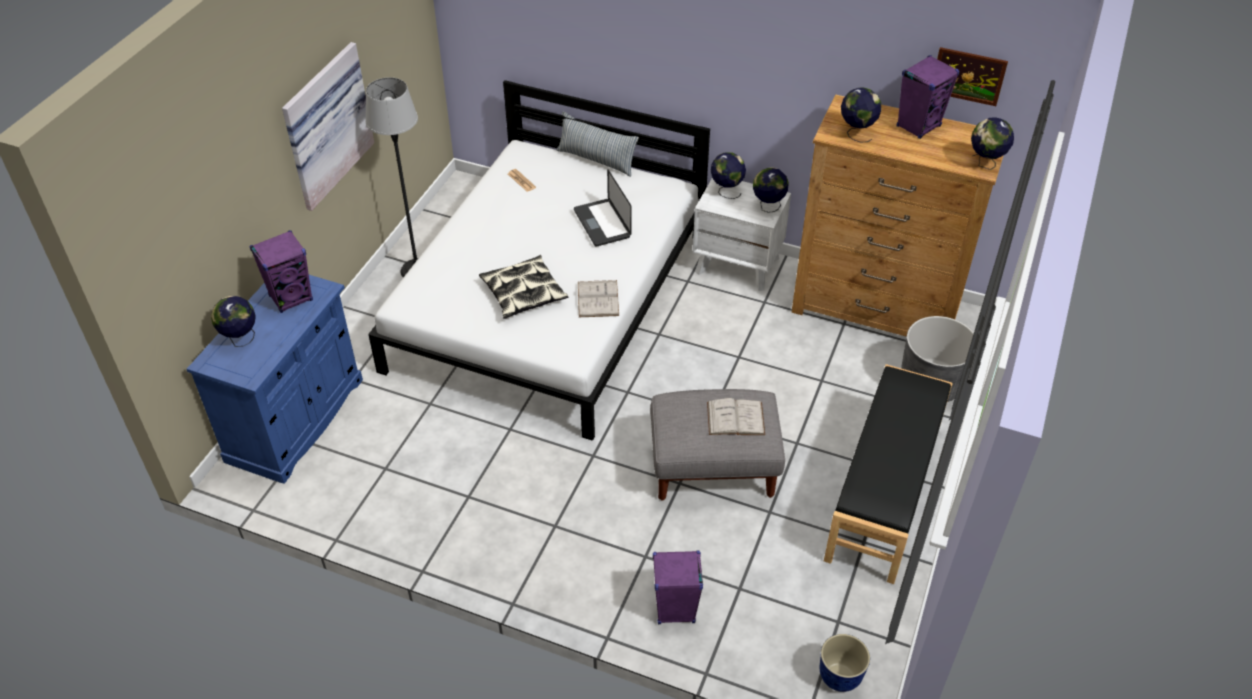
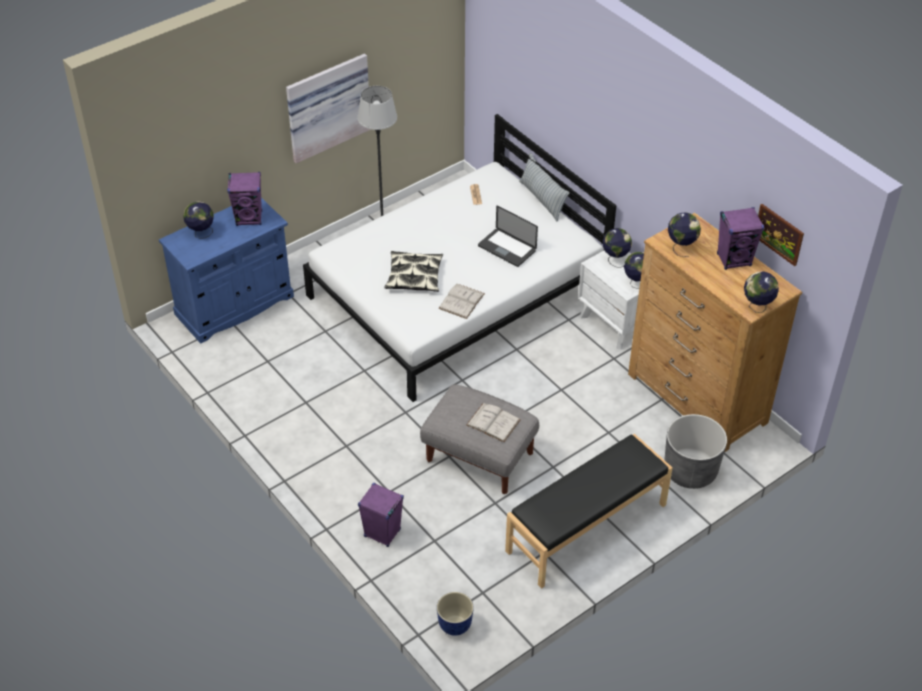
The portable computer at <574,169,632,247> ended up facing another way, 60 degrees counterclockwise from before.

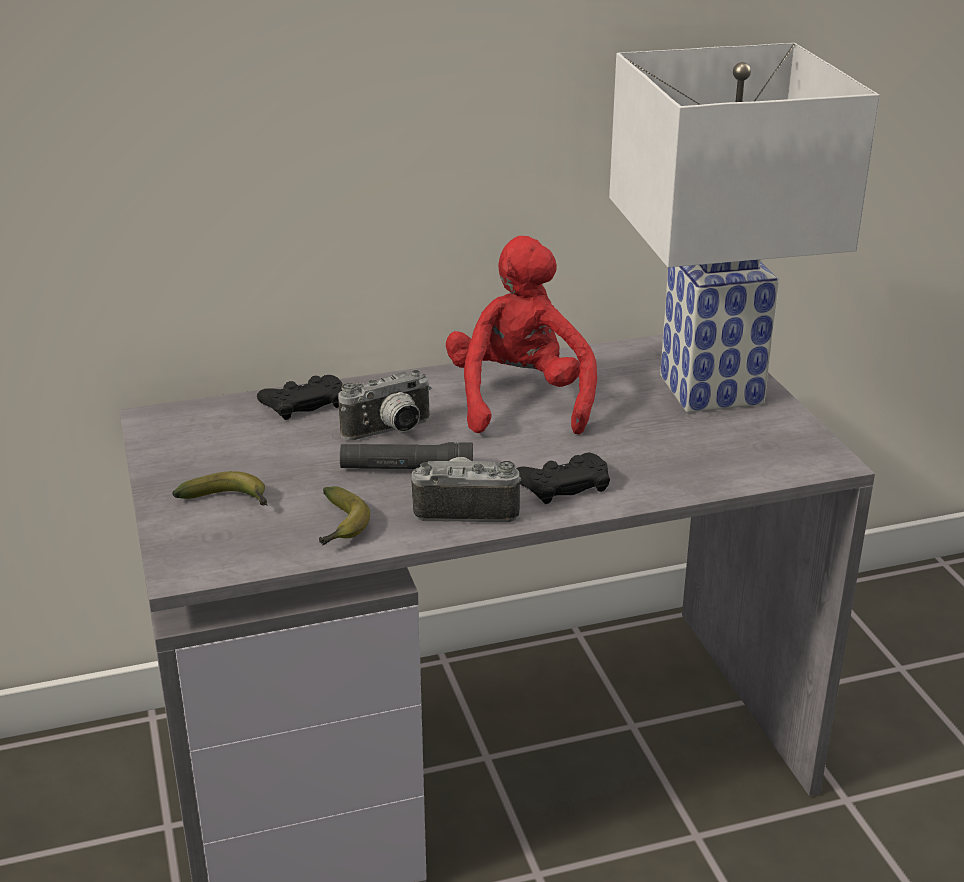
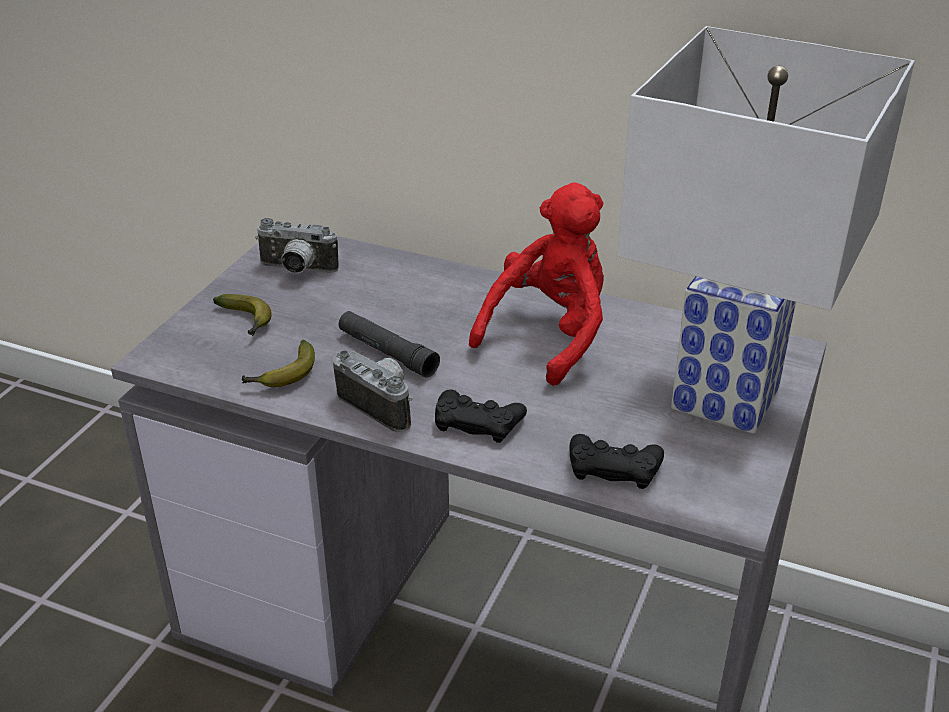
The game controller (blackish) ended up elsewhere, having gone from <257,375,342,420> to <569,434,664,489>. The photo camera ended up elsewhere, having gone from <338,370,432,440> to <255,218,339,273>.

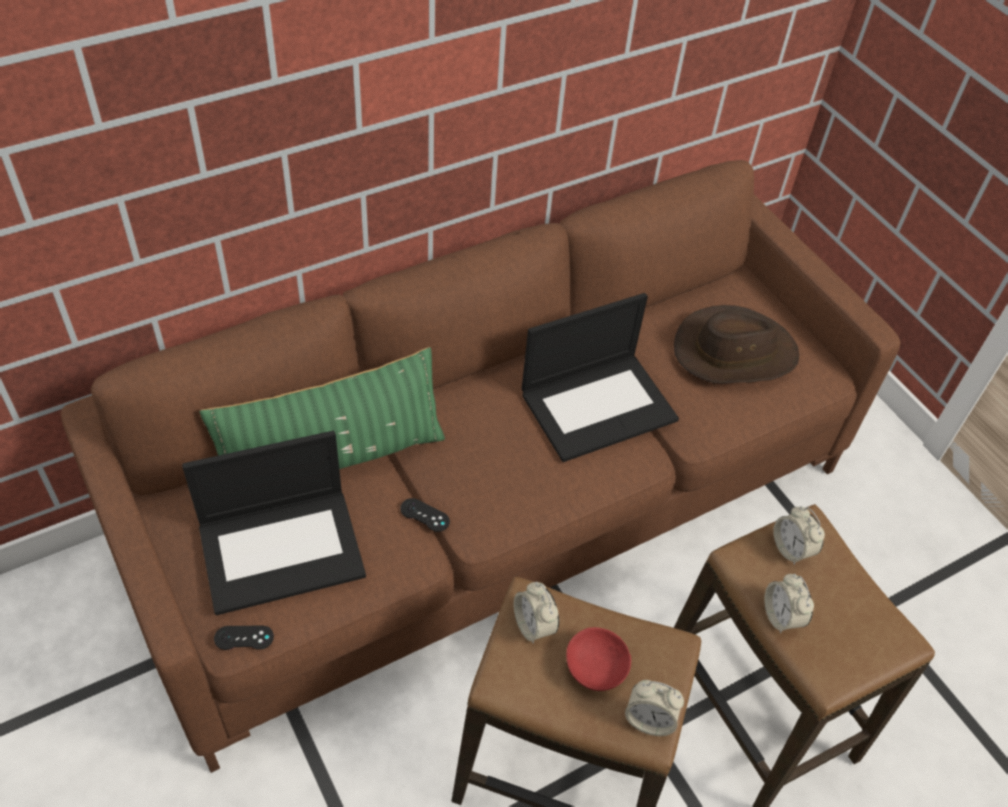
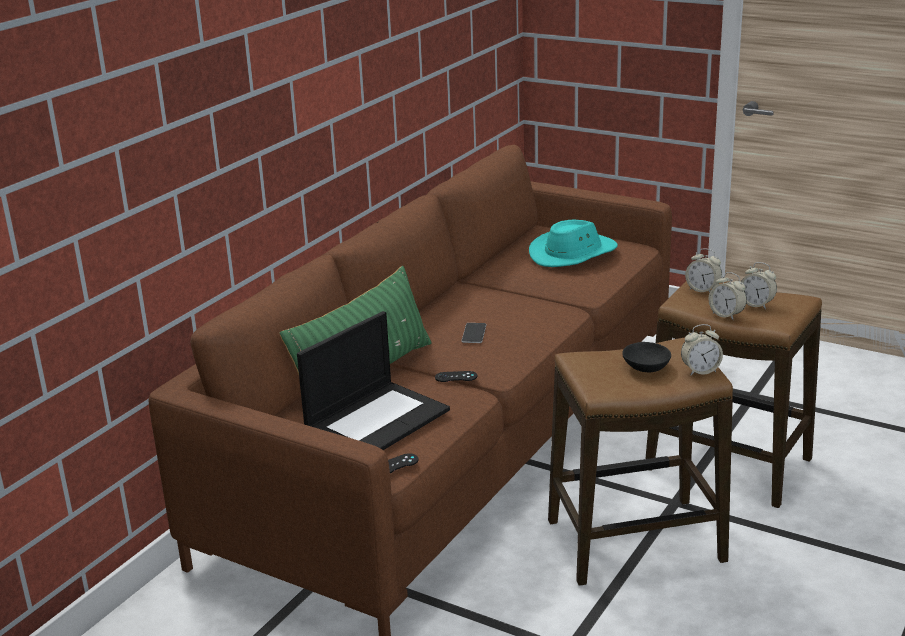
The alarm clock ended up elsewhere, having gone from <514,582,559,644> to <741,262,777,310>. The second view lost the portable computer at <522,293,679,462>. What was the deep dish (red-coloured) at <566,627,631,691> turned into the deep dish (blackish) at <622,342,671,372>. What was the clothing hat (brown) at <674,305,799,384> turned into the clothing hat (turquoise) at <529,220,618,267>. The second view gained the phone at <461,323,486,343>.

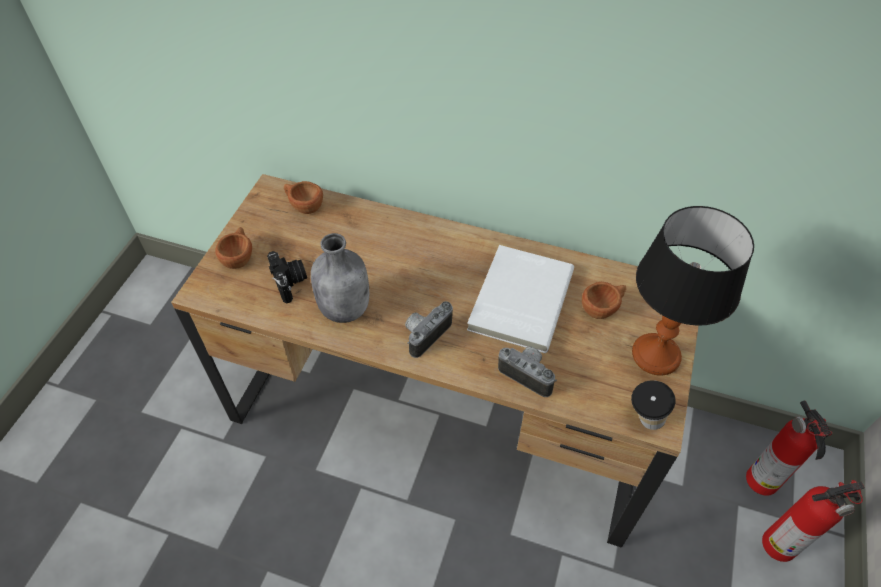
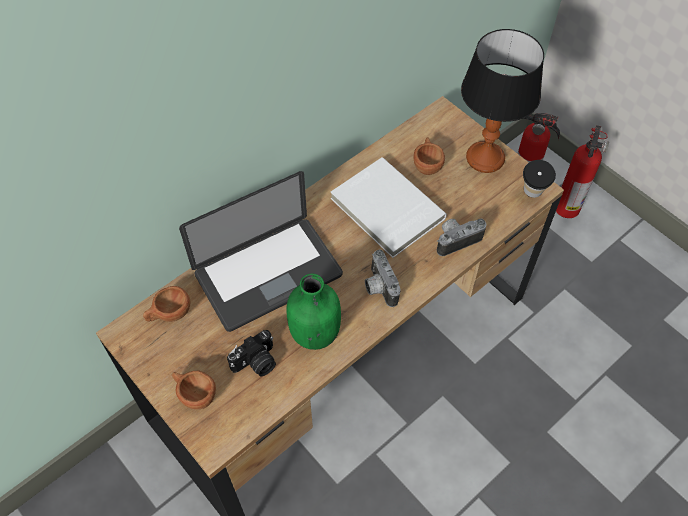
The photo camera at <267,251,307,304> ended up facing another way, 135 degrees clockwise from before. What was the bottle (grey) at <311,233,369,323> turned into the bottle (greenish) at <287,273,341,350>. The second view gained the portable computer at <179,171,343,332>.

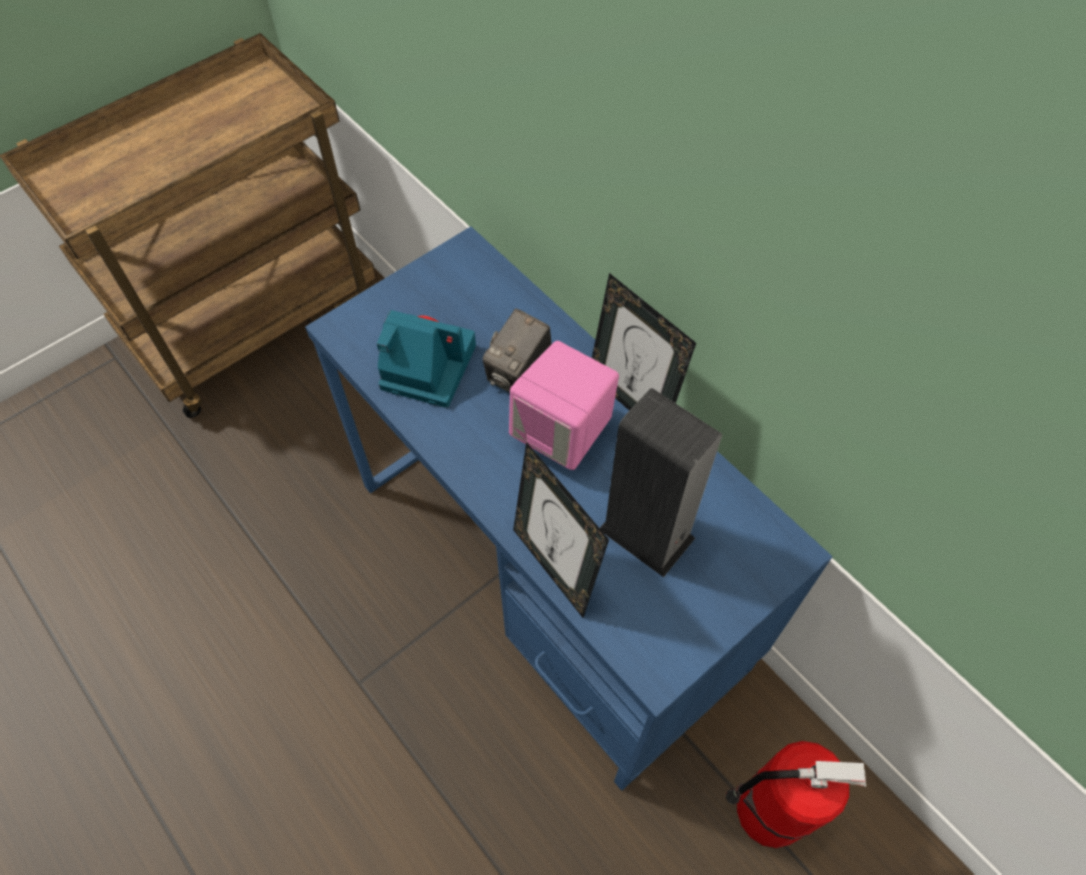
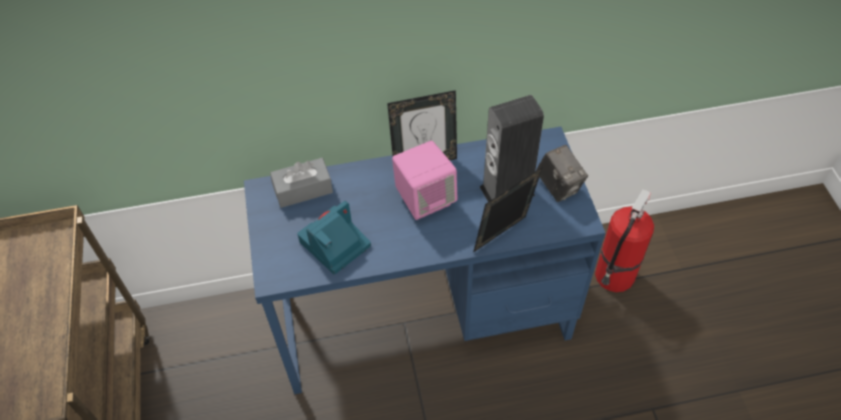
The photo camera ended up elsewhere, having gone from <482,308,552,393> to <536,145,588,202>. The picture frame at <513,442,609,618> ended up facing another way, 150 degrees clockwise from before. The second view gained the tissue holder (grey) at <270,158,333,208>.

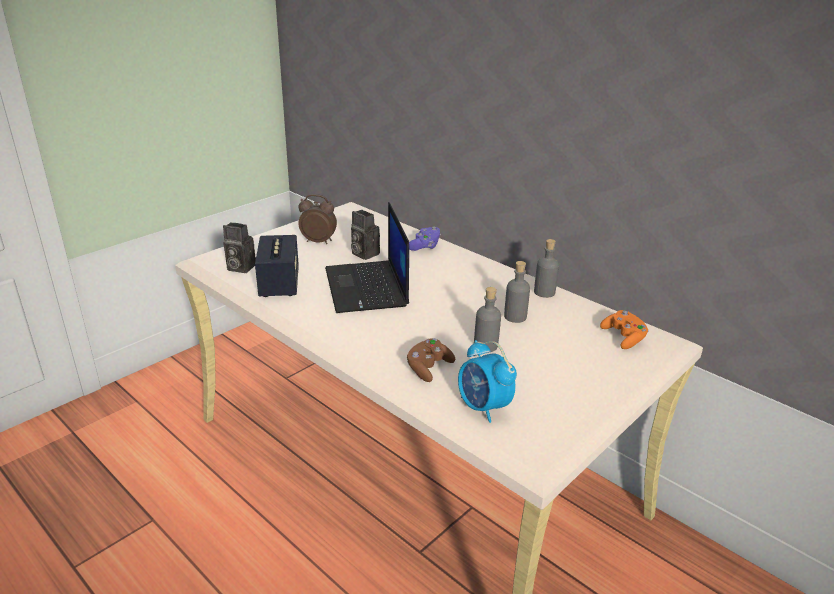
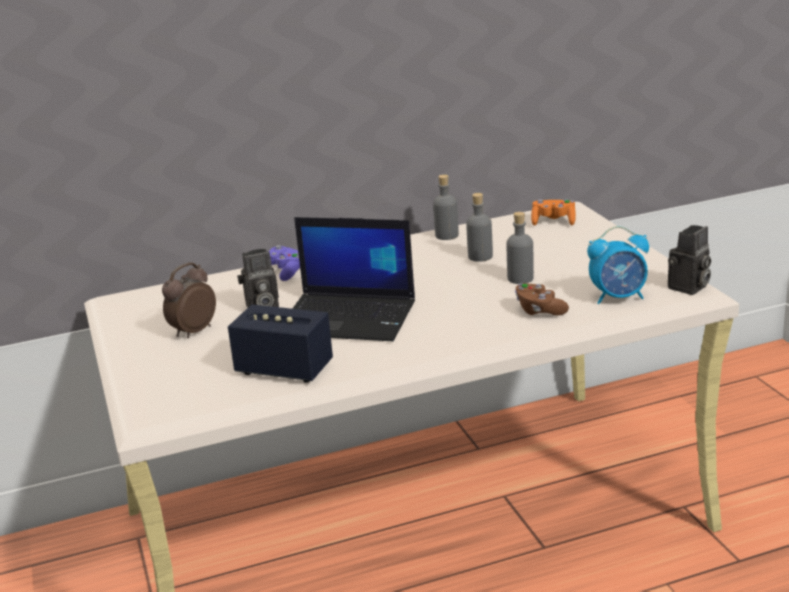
The photo camera ended up elsewhere, having gone from <223,222,256,273> to <668,225,711,295>.

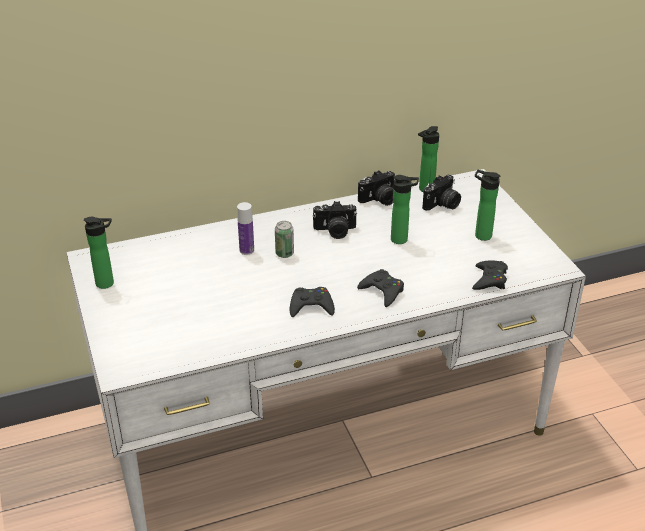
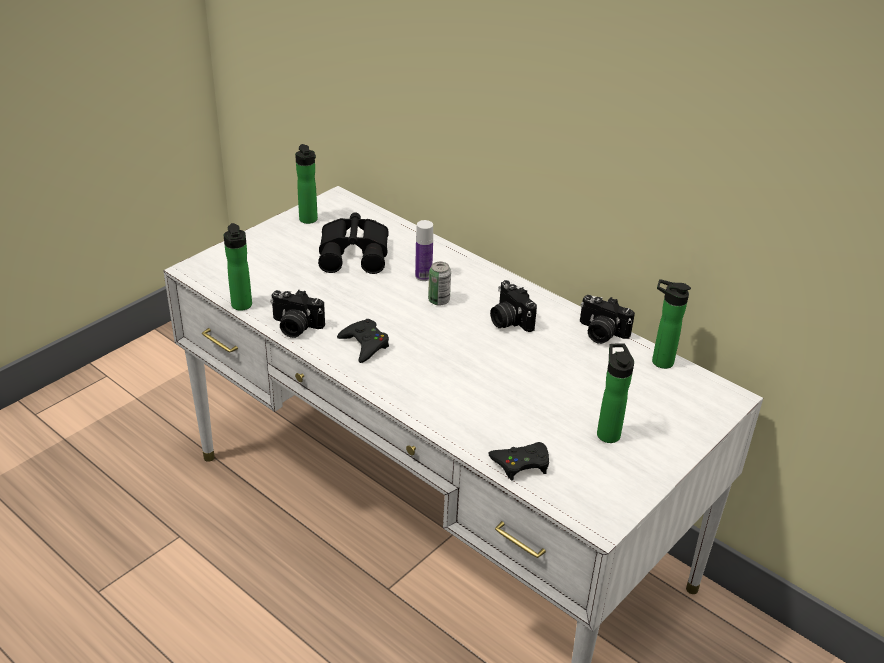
The second view lost the game controller (blackish) at <357,269,404,307>. The bottle ended up elsewhere, having gone from <391,175,419,244> to <223,223,252,311>. The photo camera ended up elsewhere, having gone from <422,175,461,211> to <270,290,325,338>. The second view gained the field glasses (blackish) at <318,213,389,274>.

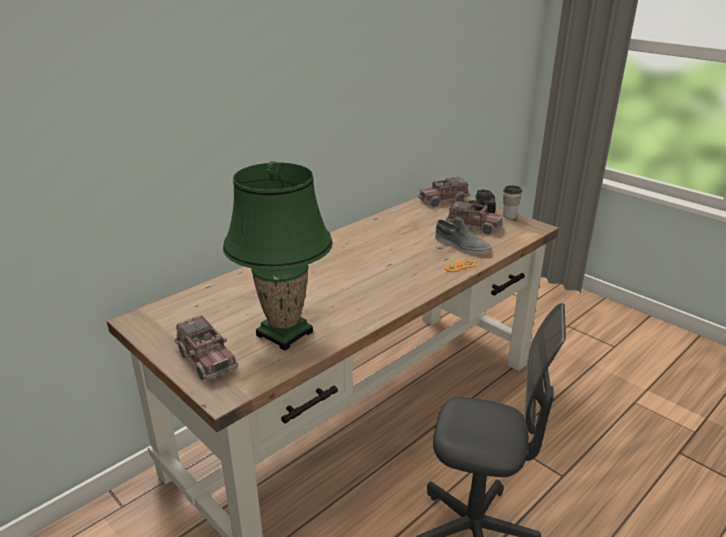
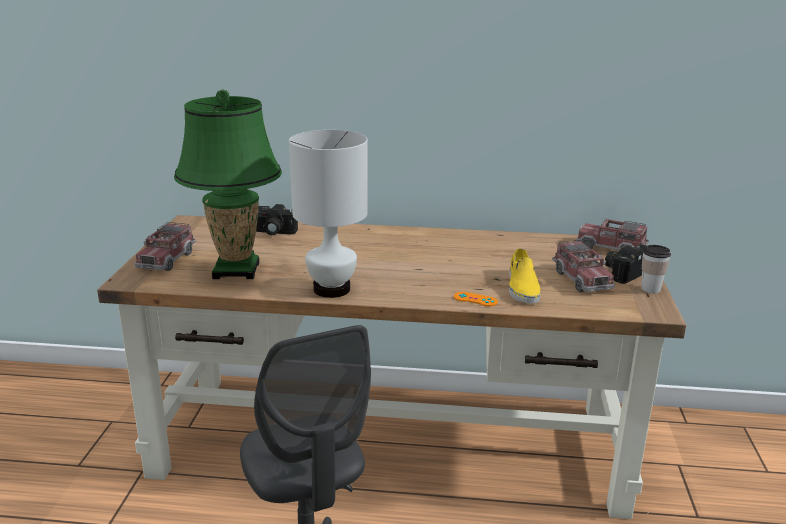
What was the item of footwear (grey) at <435,220,492,255> turned into the item of footwear (yellow) at <509,248,541,304>. The second view gained the photo camera at <256,204,298,235>. The second view gained the tabletop lamp (white) at <289,130,368,298>.

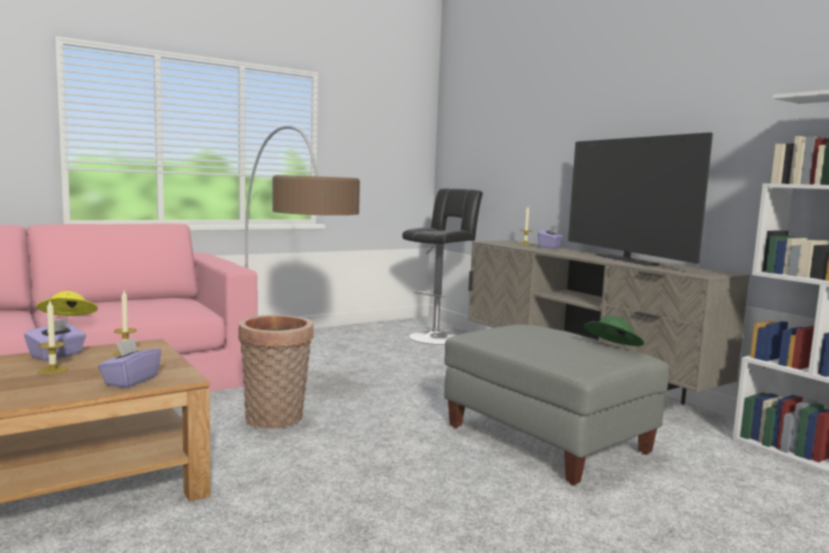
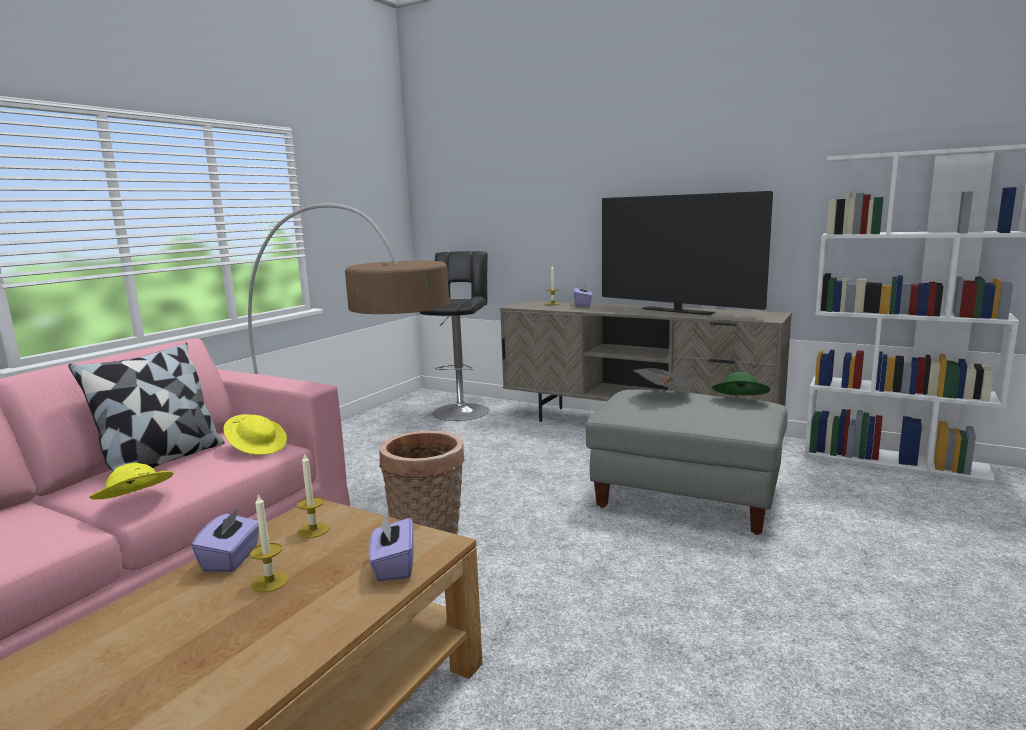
The second view gained the throw pillow at <68,342,225,475>. The second view gained the clothing hat (yellow) at <223,414,287,455>. The second view gained the newspaper at <634,368,694,390>.

